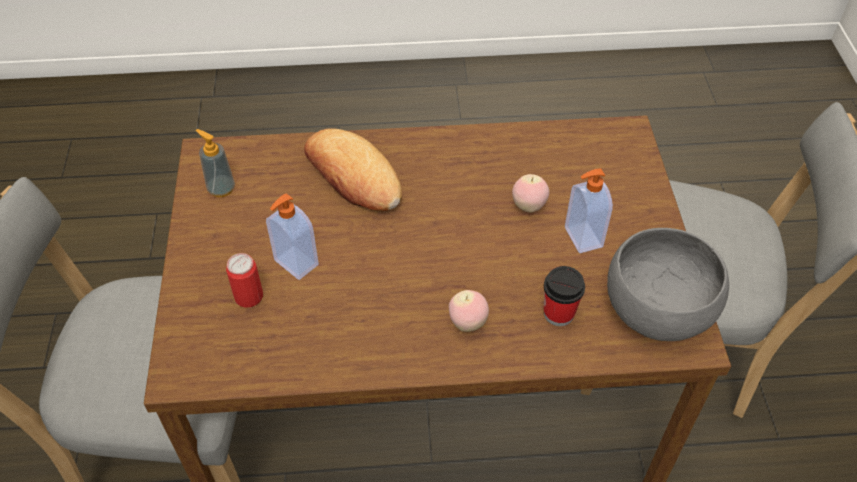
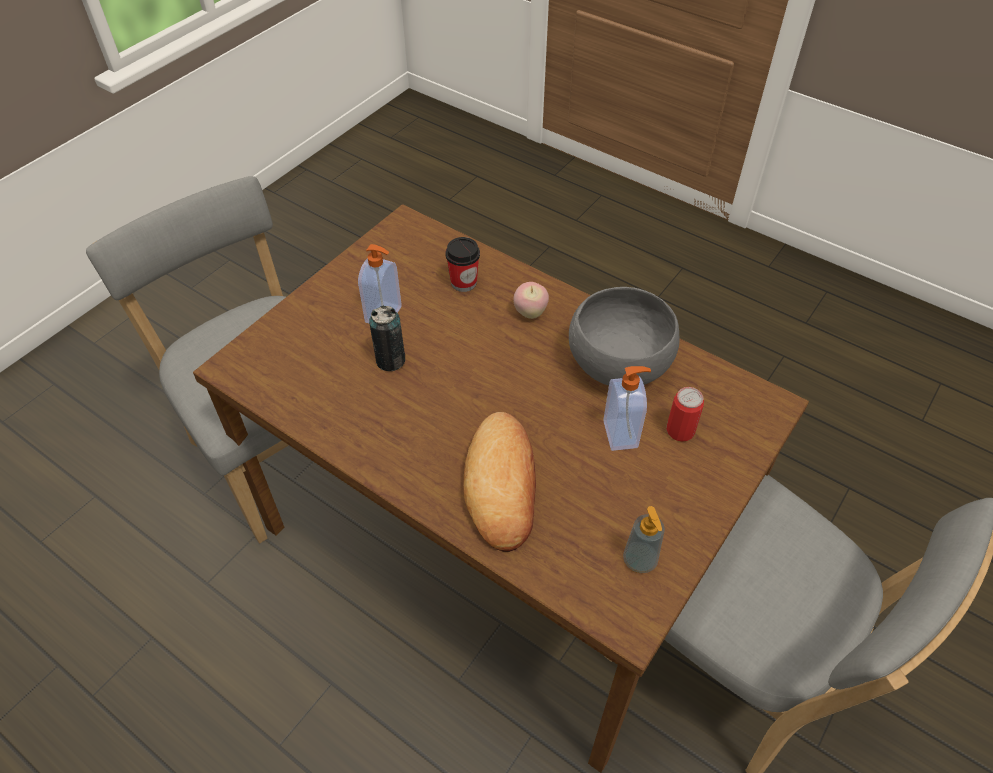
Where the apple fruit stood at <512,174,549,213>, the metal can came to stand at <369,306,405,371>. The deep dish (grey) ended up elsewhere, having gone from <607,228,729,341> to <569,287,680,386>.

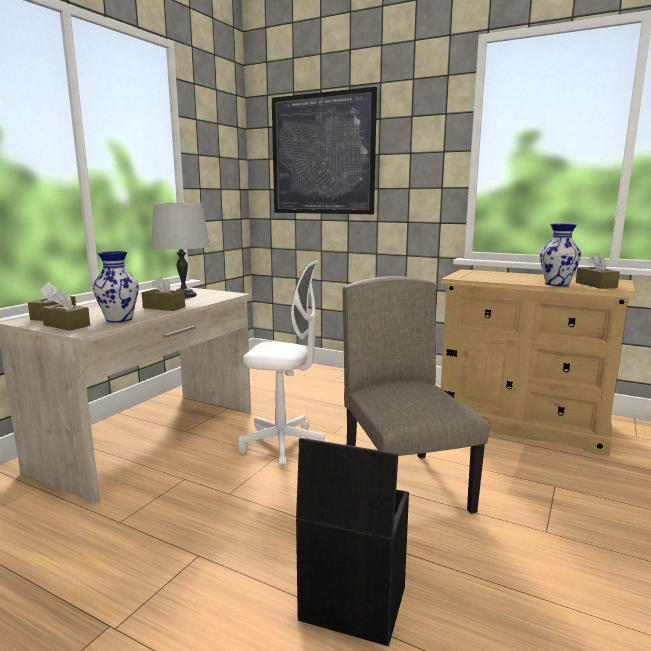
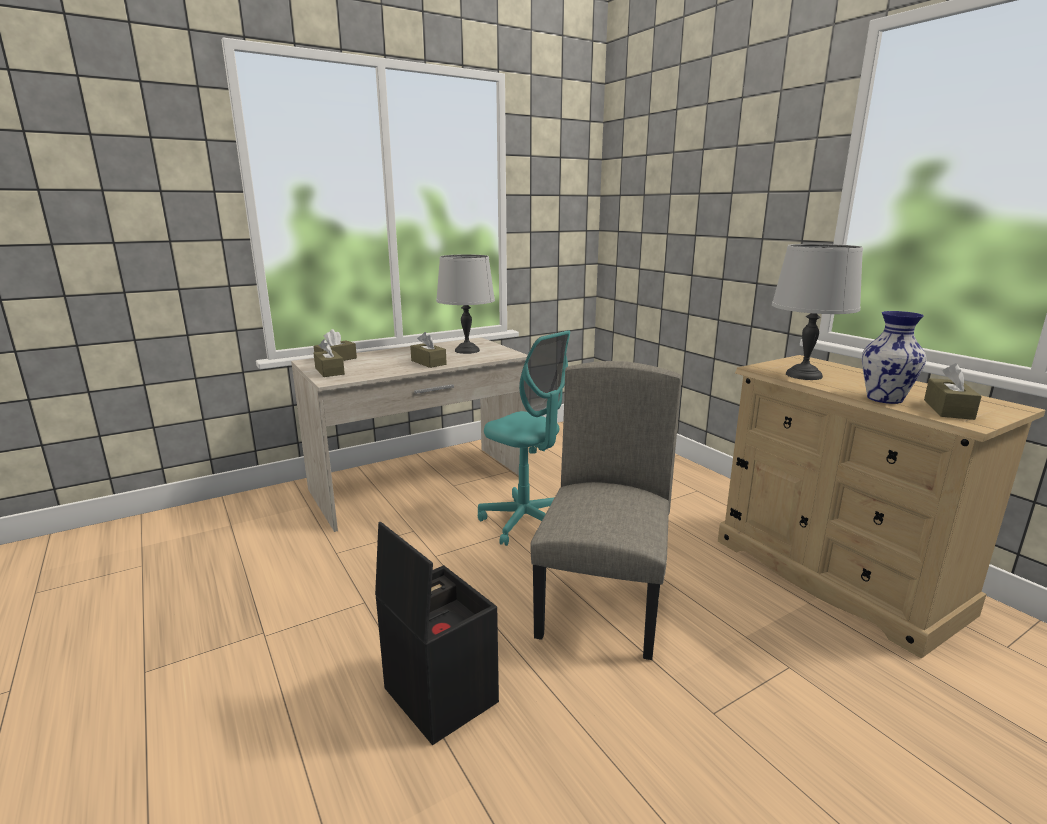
The second view lost the vase at <93,251,139,322>. What was the computer chair (white) at <237,259,329,467> turned into the computer chair (turquoise) at <478,330,570,546>. The second view lost the wall art at <272,87,377,214>. The second view gained the tabletop lamp (grey) at <772,244,863,380>.

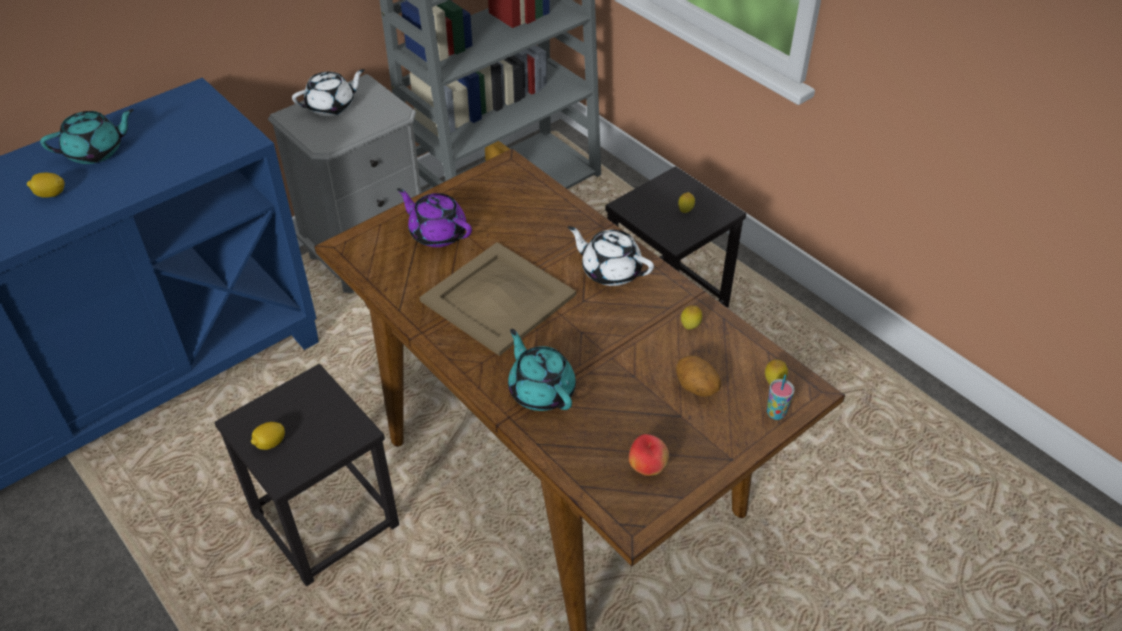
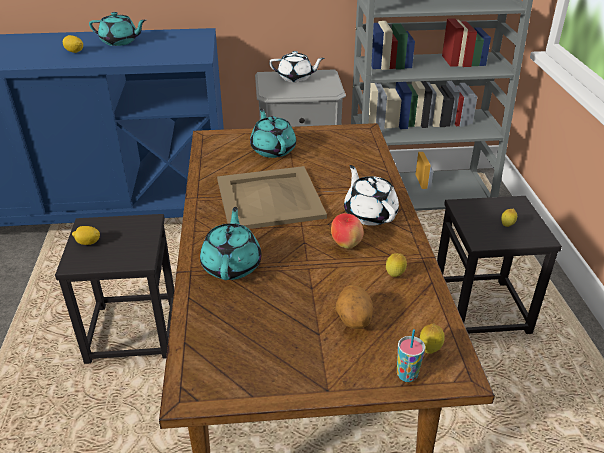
What was the pot for tea (purple-coloured) at <397,188,472,247> turned into the pot for tea (turquoise) at <250,109,296,158>. The apple fruit ended up elsewhere, having gone from <629,434,669,476> to <331,213,364,248>.

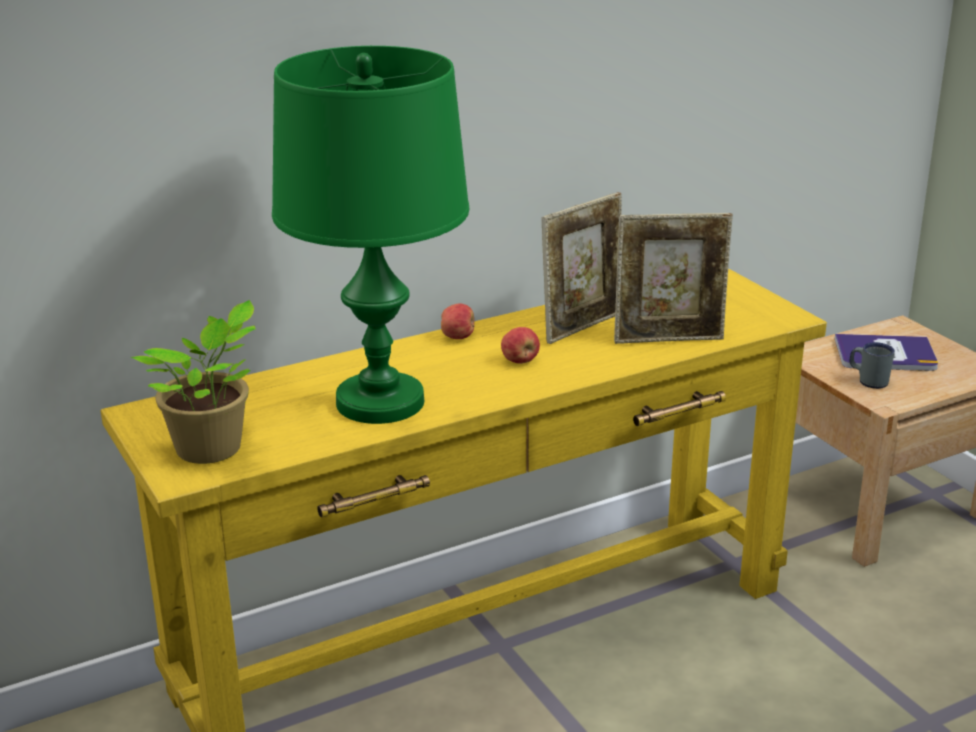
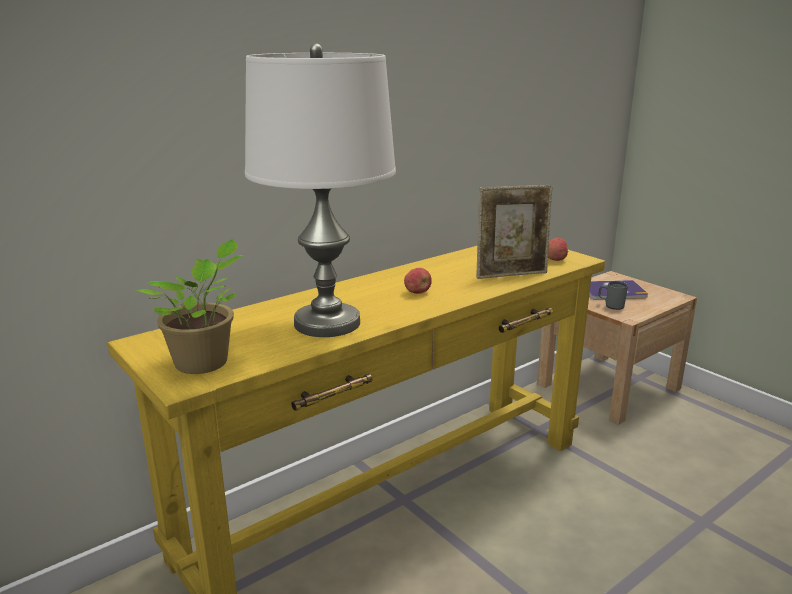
What was the tabletop lamp (greenish) at <272,46,469,424> turned into the tabletop lamp (white) at <245,43,396,337>. The apple fruit ended up elsewhere, having gone from <441,304,475,339> to <548,238,569,261>. The second view lost the picture frame at <542,192,622,344>.

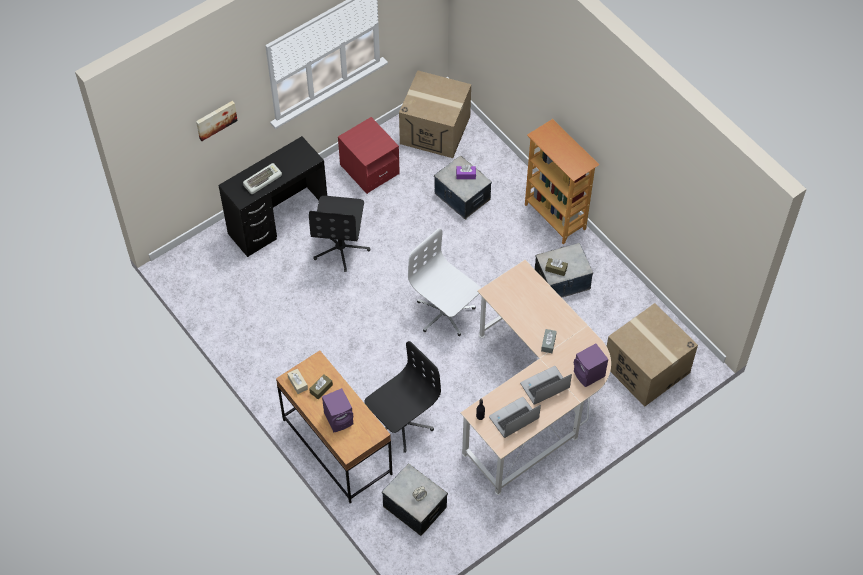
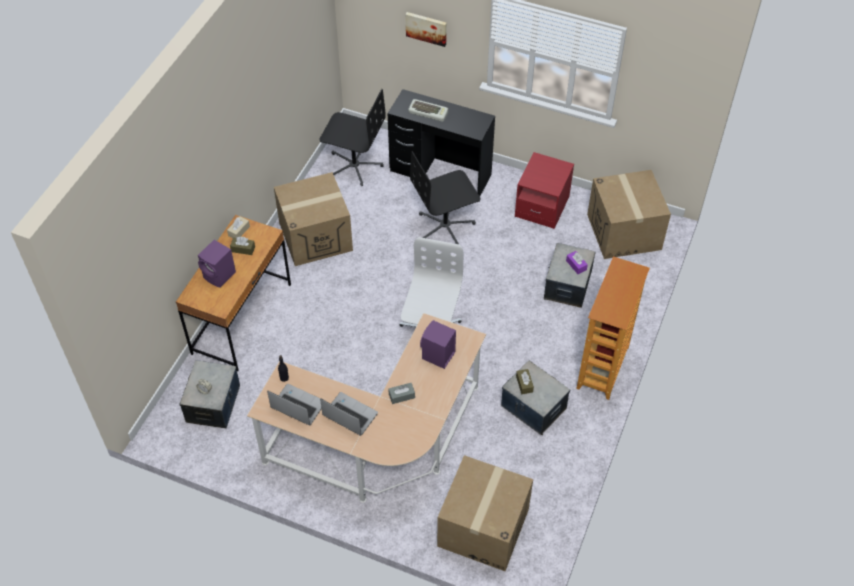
The computer chair (blackish) ended up elsewhere, having gone from <364,341,441,453> to <320,89,386,186>. The speaker (purple-coloured) ended up elsewhere, having gone from <574,343,608,387> to <420,320,456,369>. The second view gained the cardboard box at <274,172,353,266>.

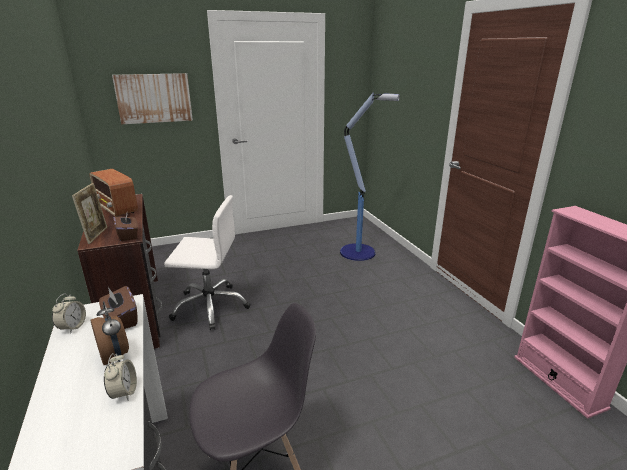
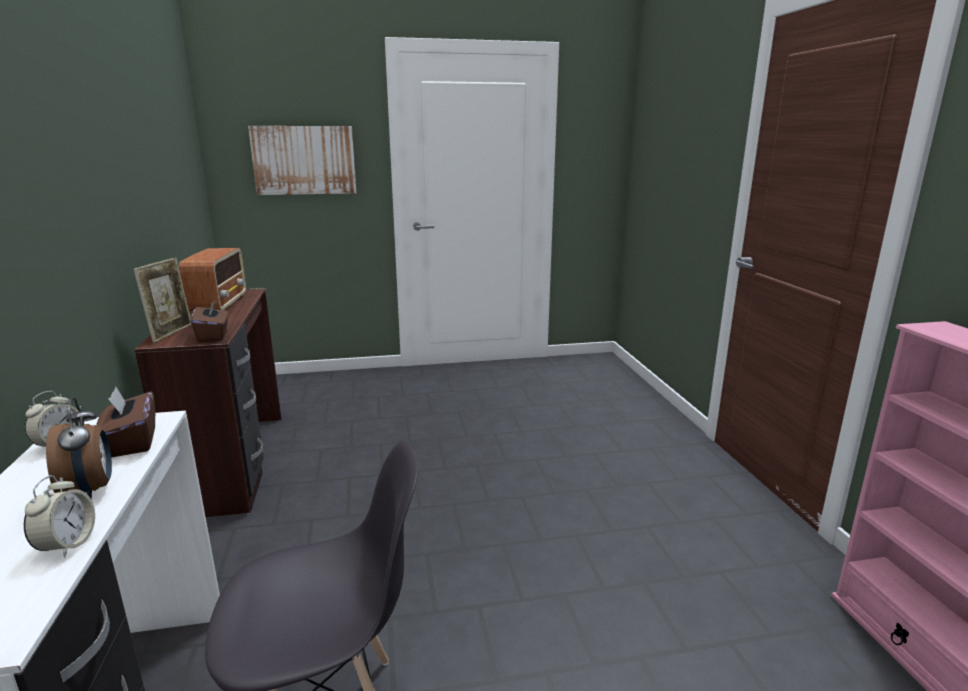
The radio receiver at <90,169,138,217> ended up facing another way, 150 degrees counterclockwise from before. The second view lost the computer chair (white) at <164,195,251,330>. The second view lost the standard lamp at <340,92,400,261>.

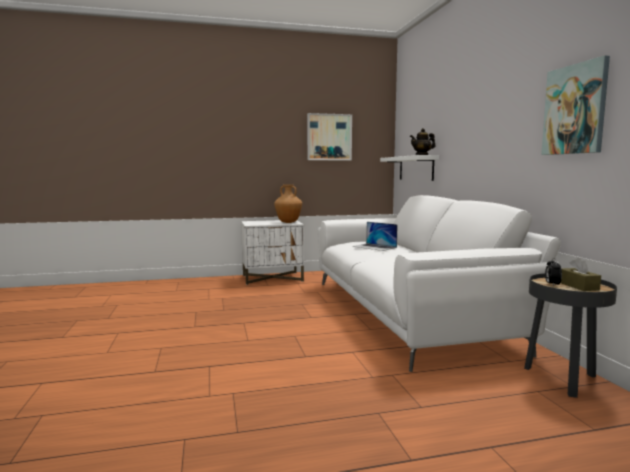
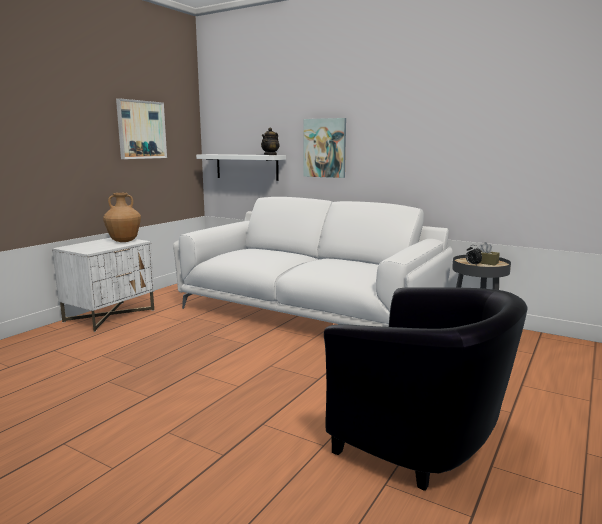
The second view lost the portable computer at <352,222,398,251>. The wall art ended up elsewhere, having gone from <541,55,610,155> to <303,118,346,178>. The second view gained the easy chair (blackish) at <324,287,527,491>.

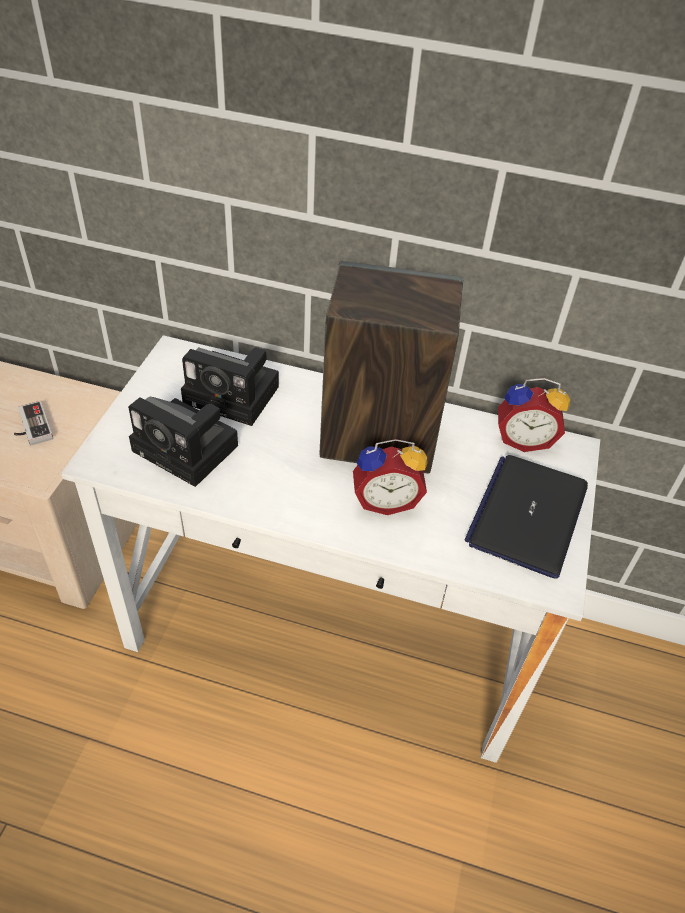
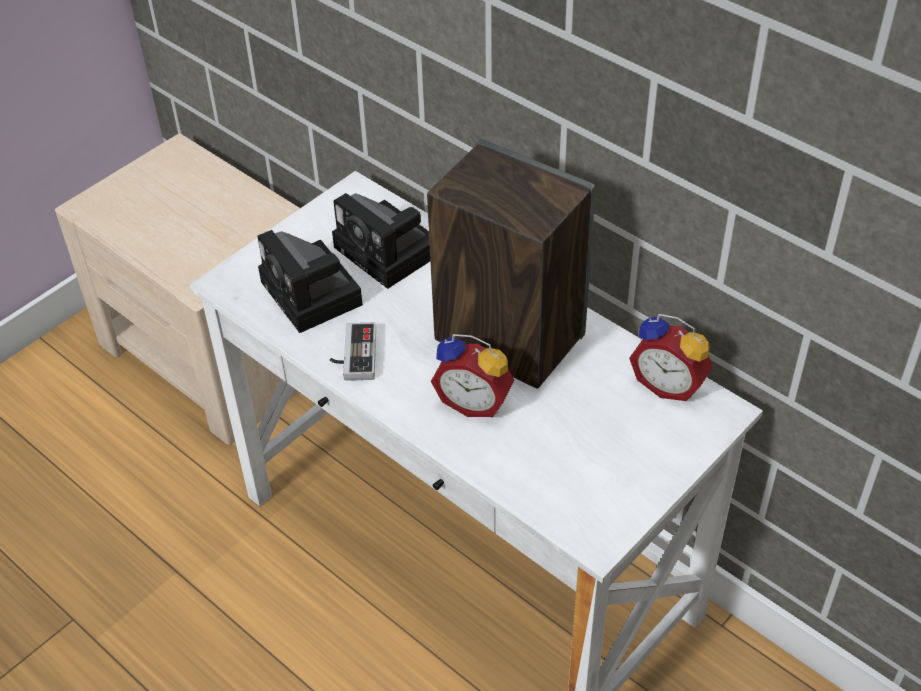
The game controller ended up elsewhere, having gone from <14,401,53,445> to <330,323,376,381>. The second view lost the portable computer at <465,455,588,578>.

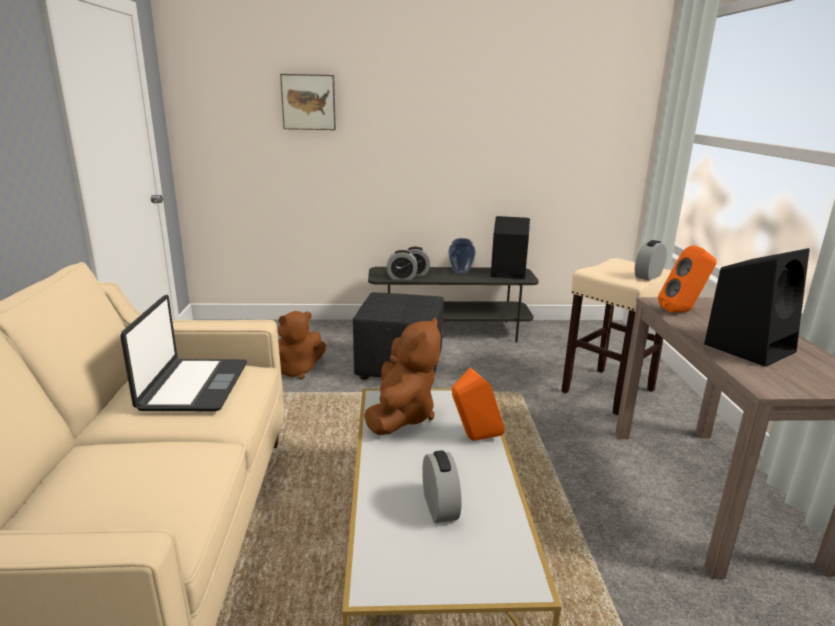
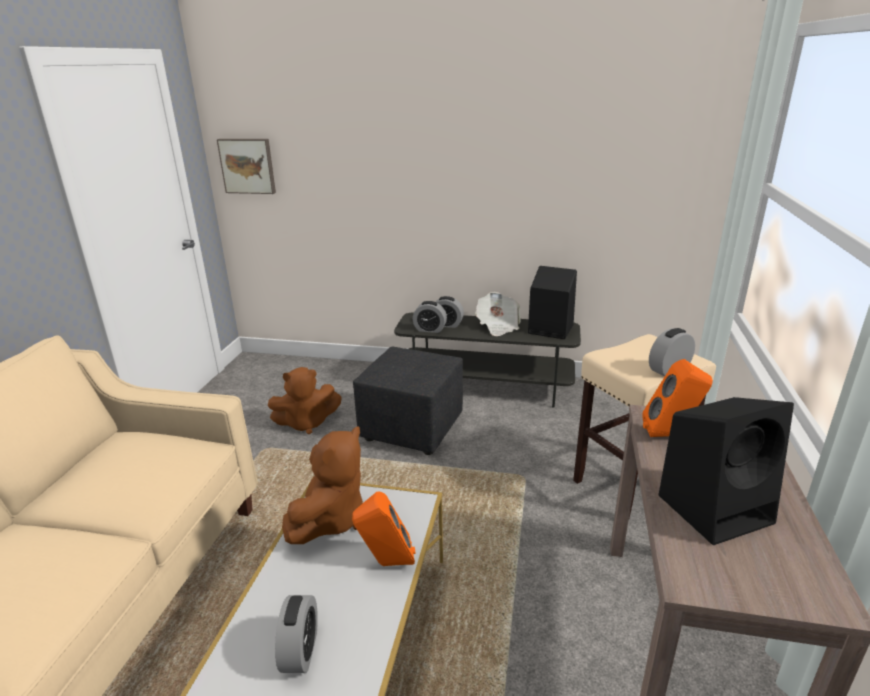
The second view lost the portable computer at <120,295,247,411>. The wall art ended up elsewhere, having gone from <280,74,336,130> to <217,139,276,194>. Where the vase stood at <448,238,476,274>, the newspaper came to stand at <475,292,521,336>.

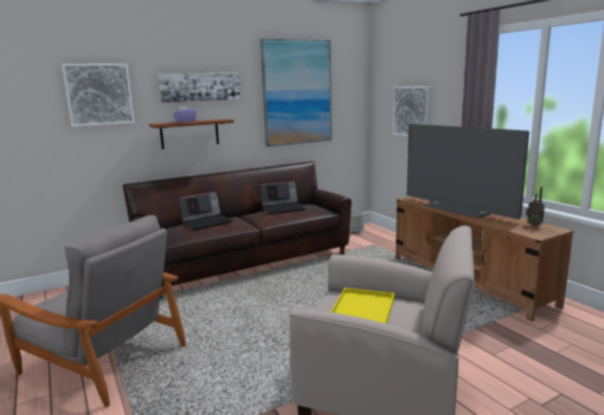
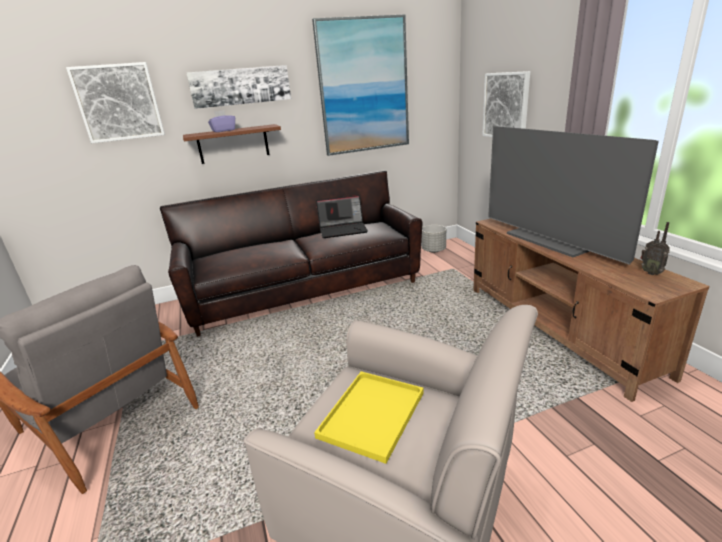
The second view lost the portable computer at <178,190,233,230>.

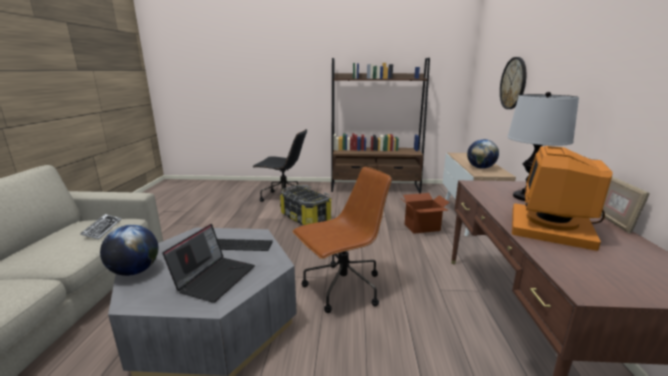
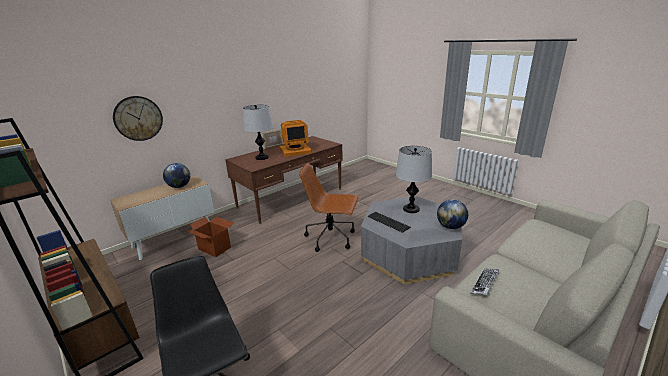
Where the portable computer stood at <162,224,255,303>, the tabletop lamp came to stand at <396,146,432,213>. The second view lost the storage box at <280,185,332,225>.

